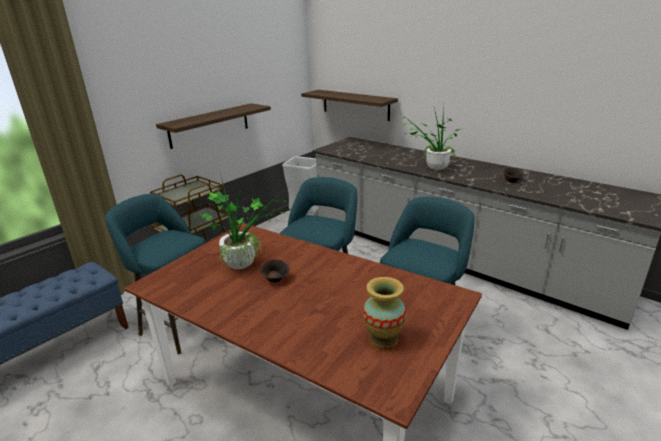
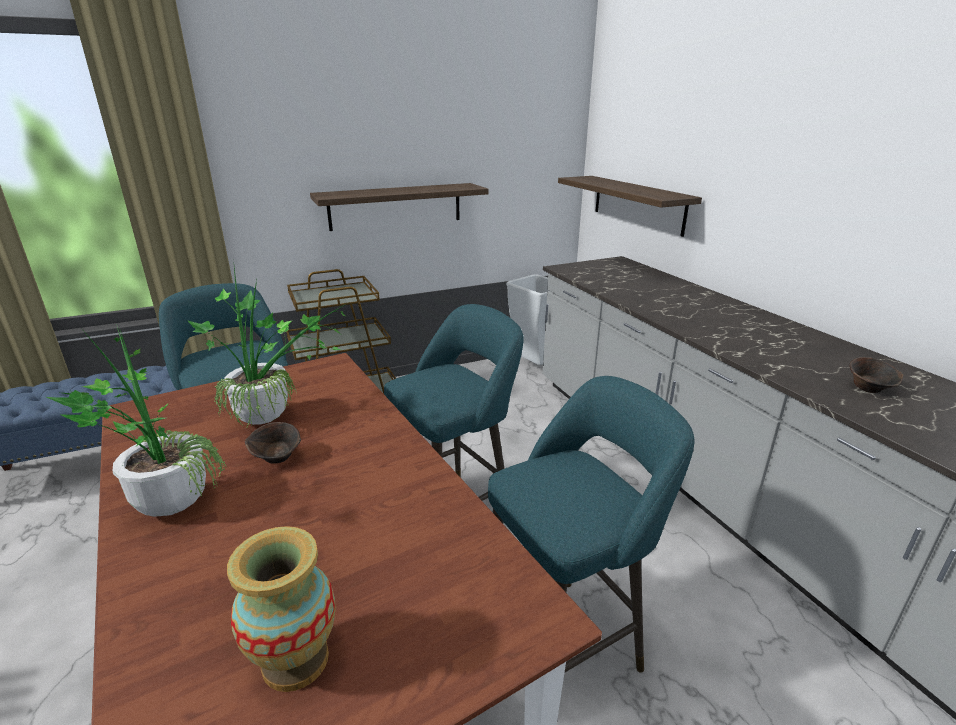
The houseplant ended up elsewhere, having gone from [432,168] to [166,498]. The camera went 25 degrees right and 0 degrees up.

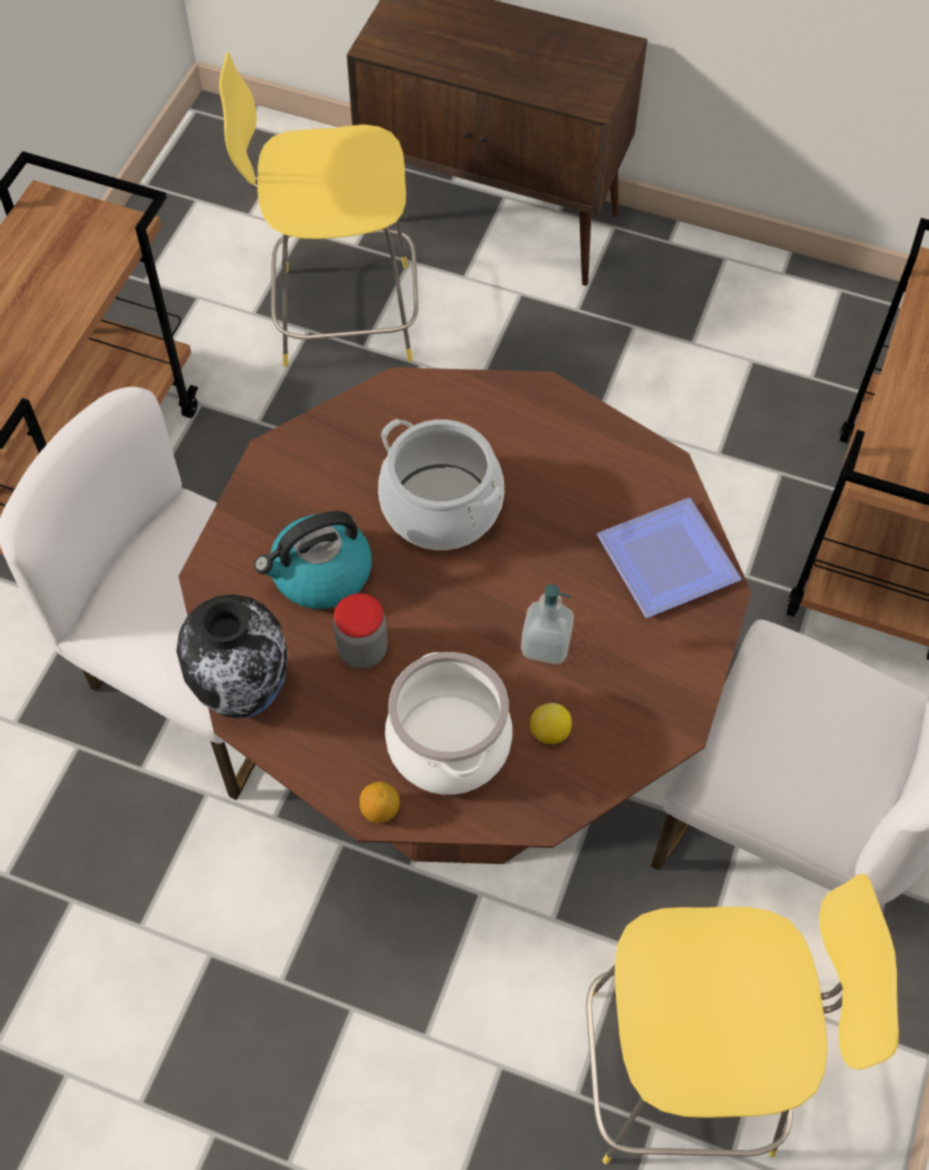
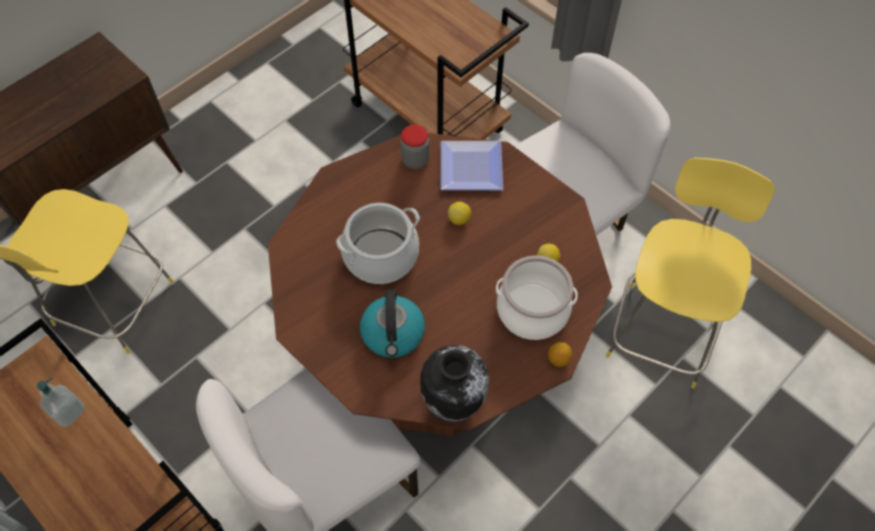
The soap bottle ended up elsewhere, having gone from [545,644] to [68,411]. The jar ended up elsewhere, having gone from [362,650] to [415,160]. The second view gained the lemon at [459,219]. The camera went 65 degrees left and 0 degrees up.

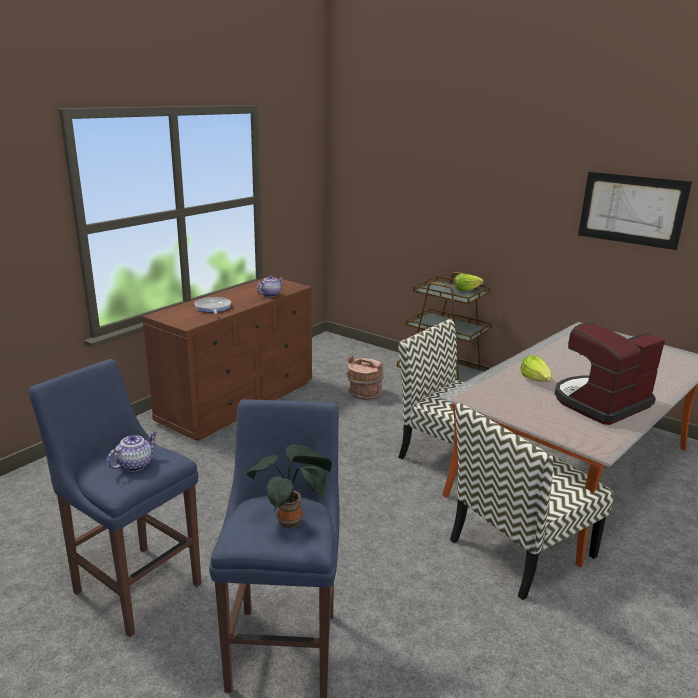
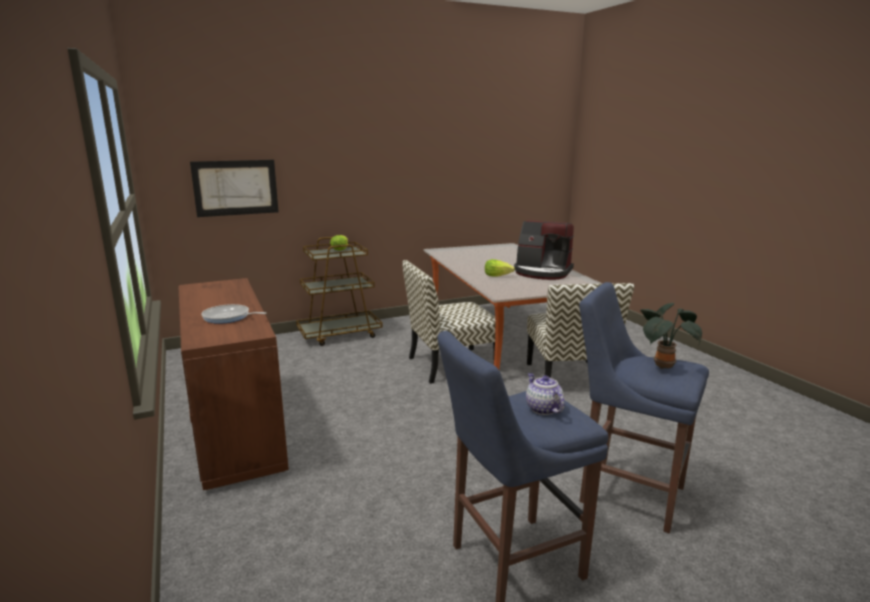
The wall picture ended up elsewhere, having gone from [631,209] to [236,187]. The second view lost the tea pot at [270,295]. The coffee machine at [600,403] ended up facing another way, 60 degrees counterclockwise from before. The second view lost the brown-coloured water bucket at [364,393]. The camera went 60 degrees left and 5 degrees down.

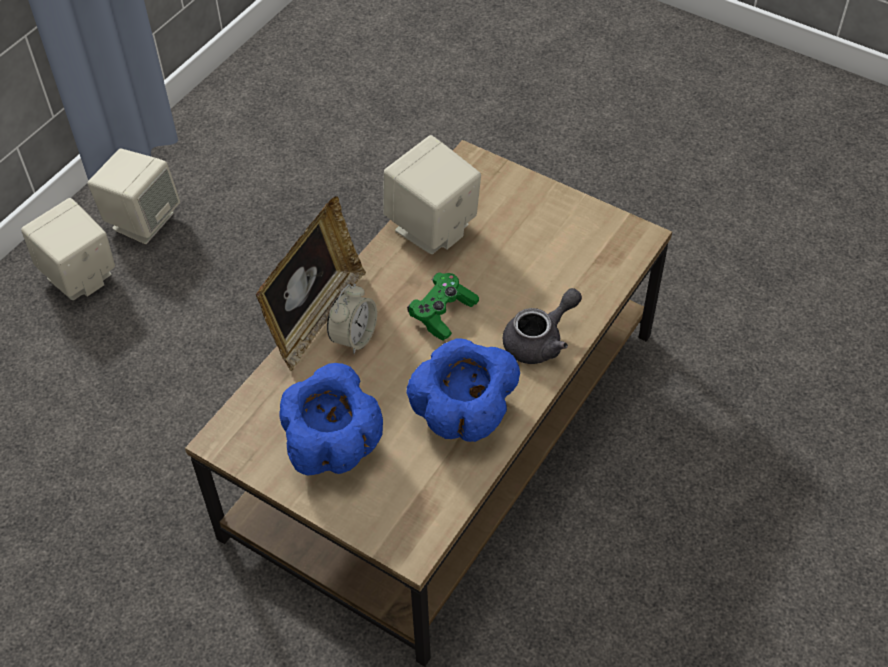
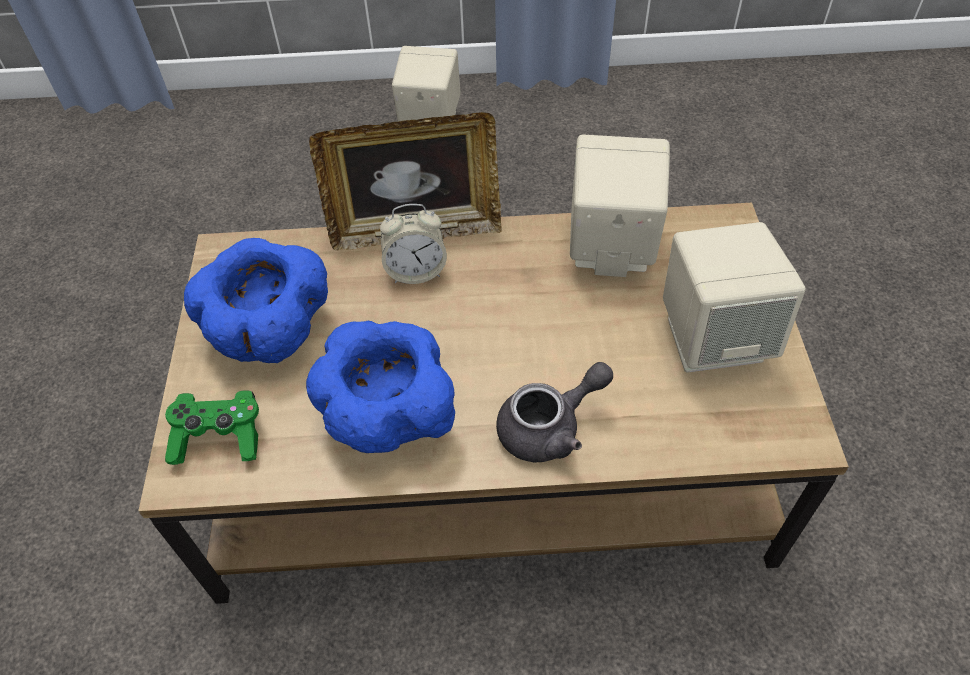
The sand-coloured loudspeaker ended up elsewhere, having gone from [142,221] to [714,338]. The green game controller ended up elsewhere, having gone from [442,313] to [219,437]. The greyish tea pot at [540,340] ended up facing another way, 45 degrees counterclockwise from before. The camera went 55 degrees right and 0 degrees up.

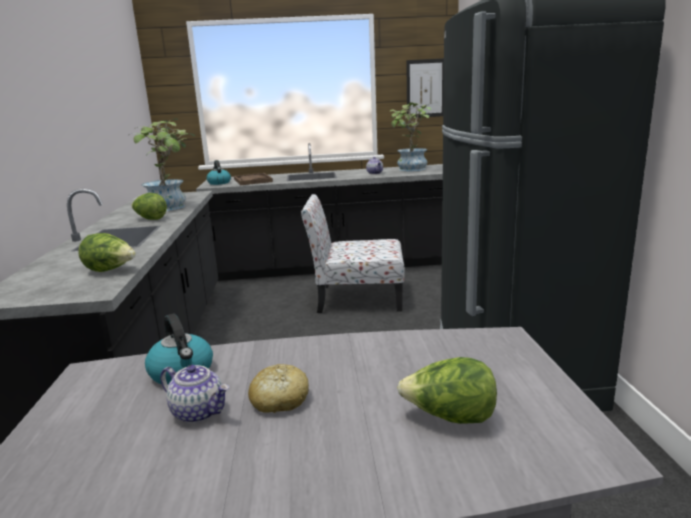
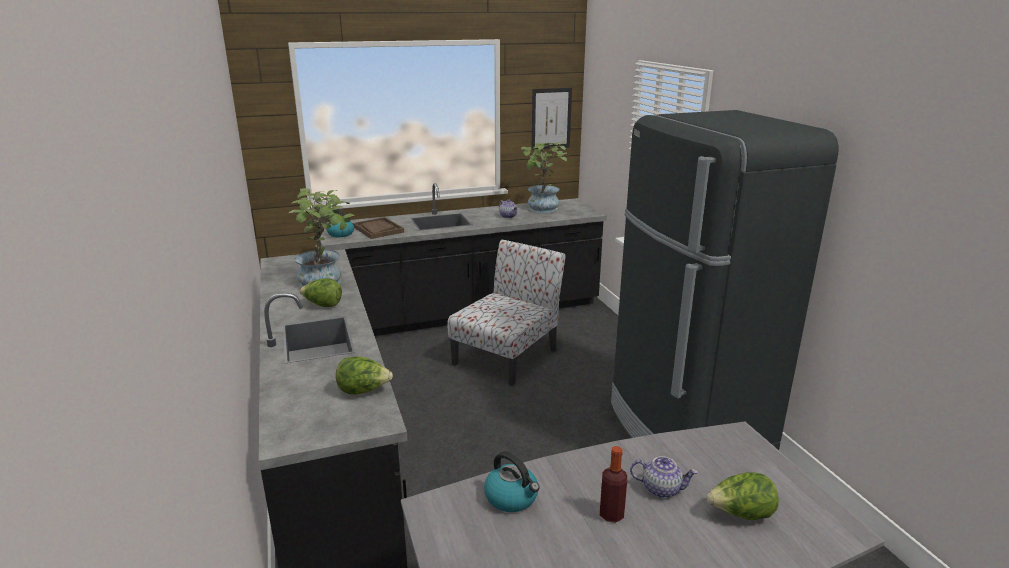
The chair at [357,298] ended up facing another way, 135 degrees clockwise from before. Where the baked bread stood at [279,400], the drink bottle came to stand at [611,514]. The tea pot ended up elsewhere, having gone from [199,412] to [661,488]. The camera went 15 degrees left and 5 degrees up.

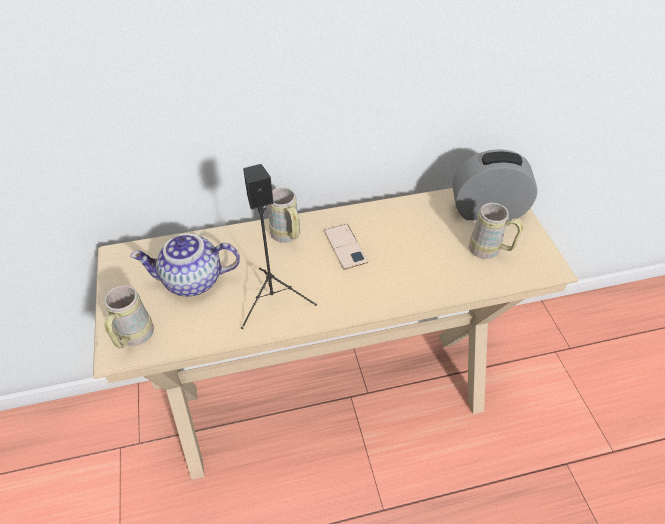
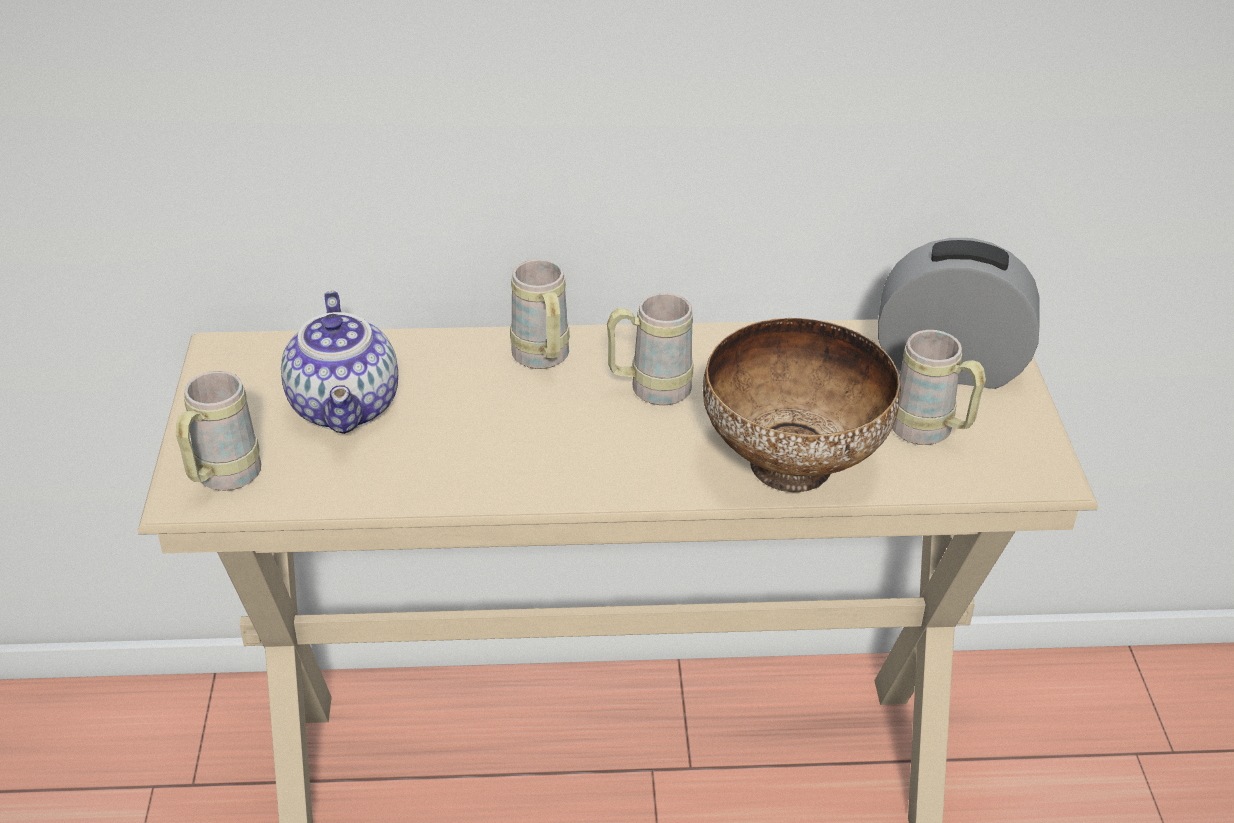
The second view lost the black-coloured loudspeaker at [273,299]. Where the phone stood at [345,246], the sand-coloured mug came to stand at [648,390]. The tea pot at [192,281] ended up facing another way, 105 degrees counterclockwise from before. The second view gained the serving bowl at [794,465]. The camera went 10 degrees right and 10 degrees down.

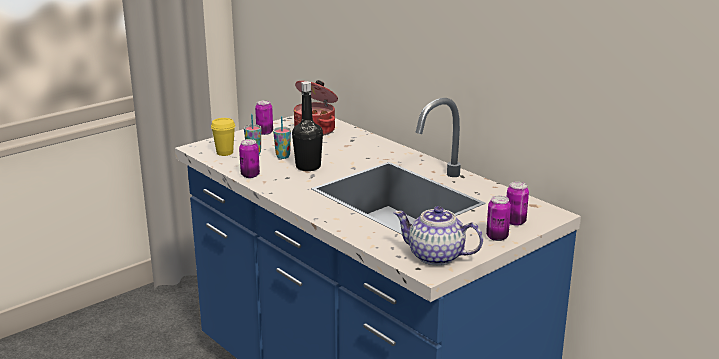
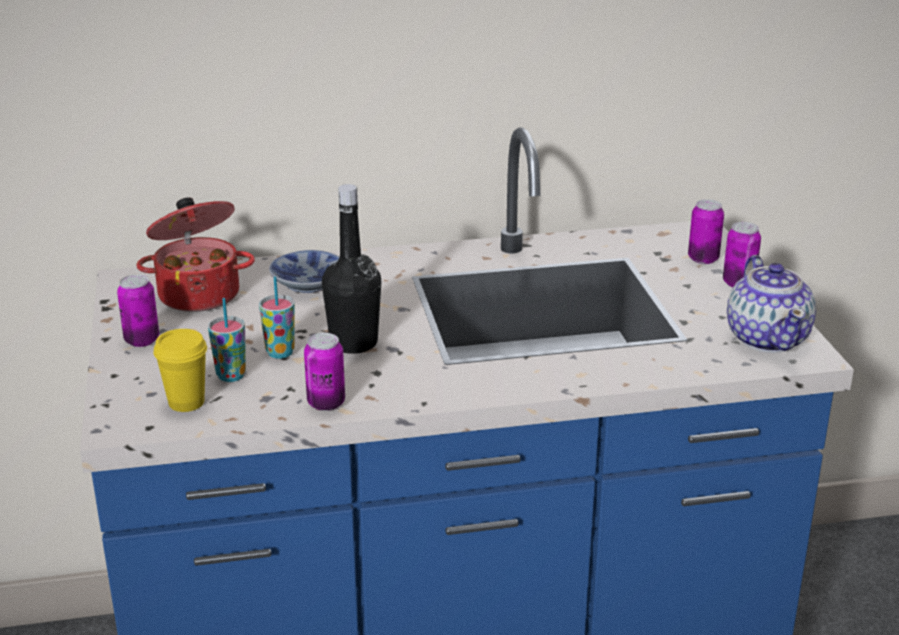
The tea pot at [436,257] ended up facing another way, 60 degrees counterclockwise from before. The second view gained the serving bowl at [307,284]. The camera went 60 degrees left and 5 degrees up.

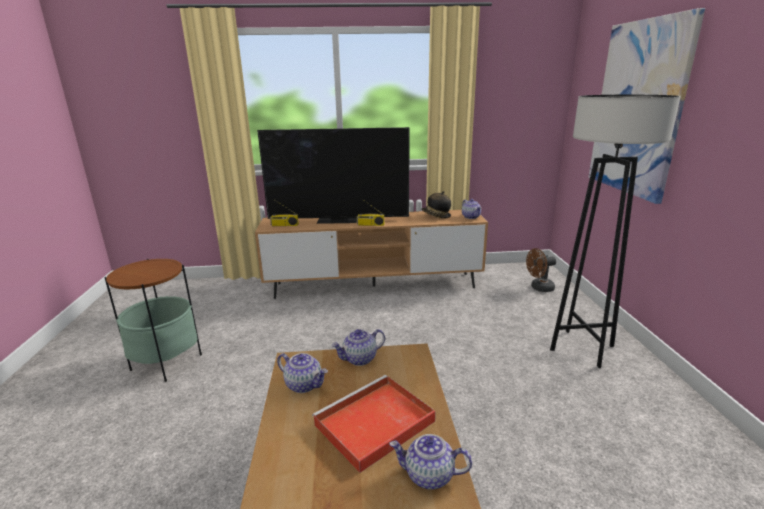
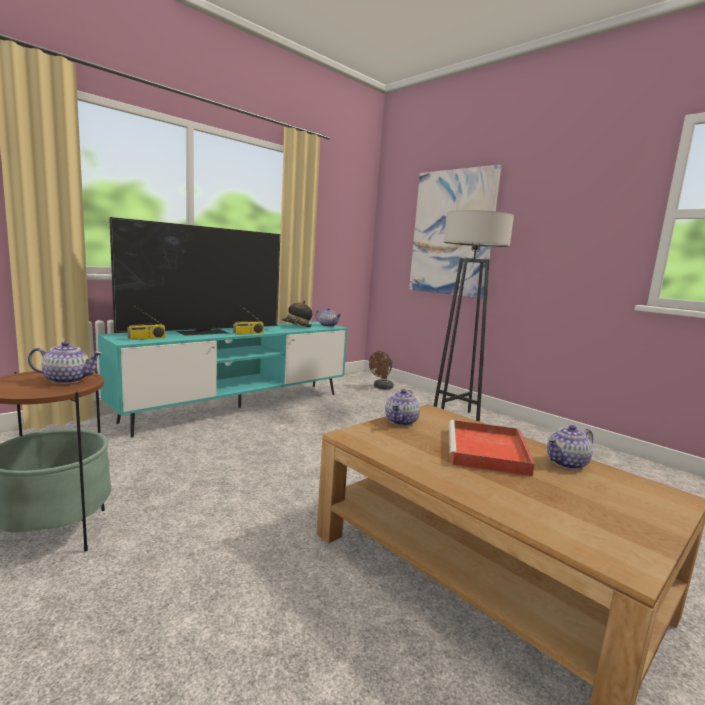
What was the brown-coloured tv stand at [373,286] turned into the turquoise-coloured tv stand at [239,407]. The tea pot ended up elsewhere, having gone from [304,385] to [68,380]. The camera went 40 degrees left and 10 degrees down.

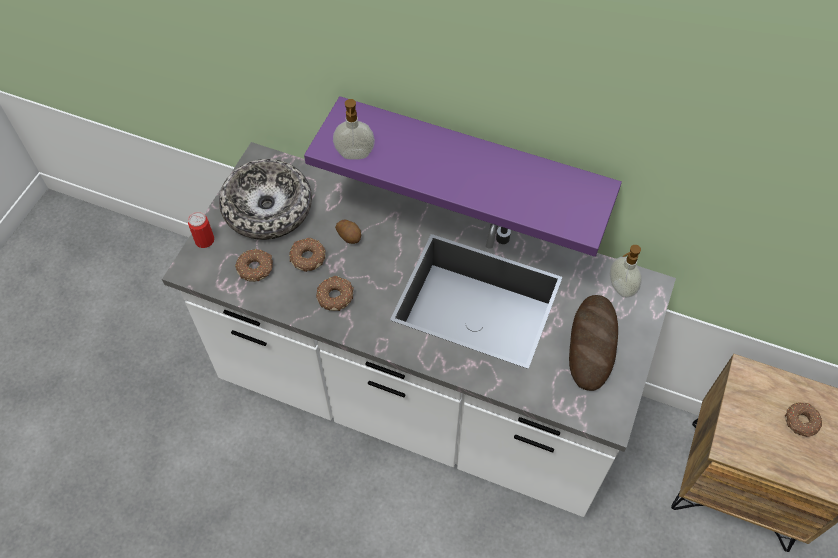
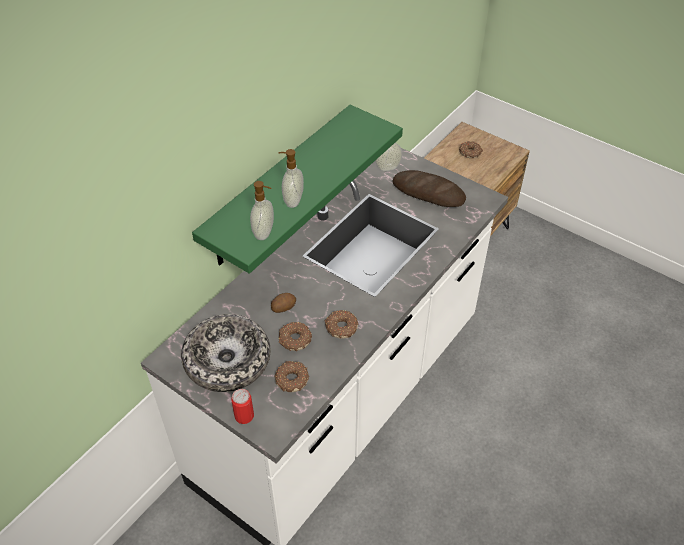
What was the purple bracket shelf at [474,162] turned into the green bracket shelf at [279,187]. The second view gained the soap bottle at [292,200]. The camera went 75 degrees left and 10 degrees down.

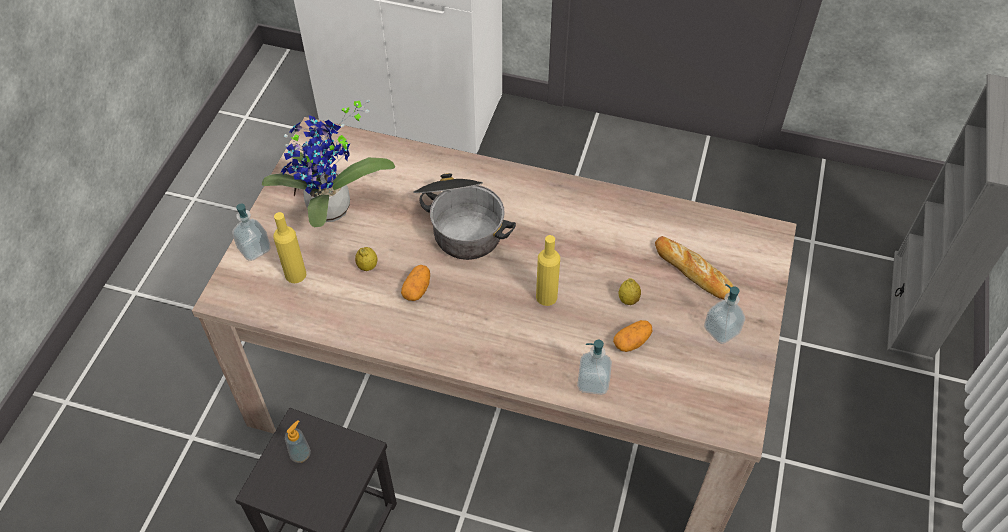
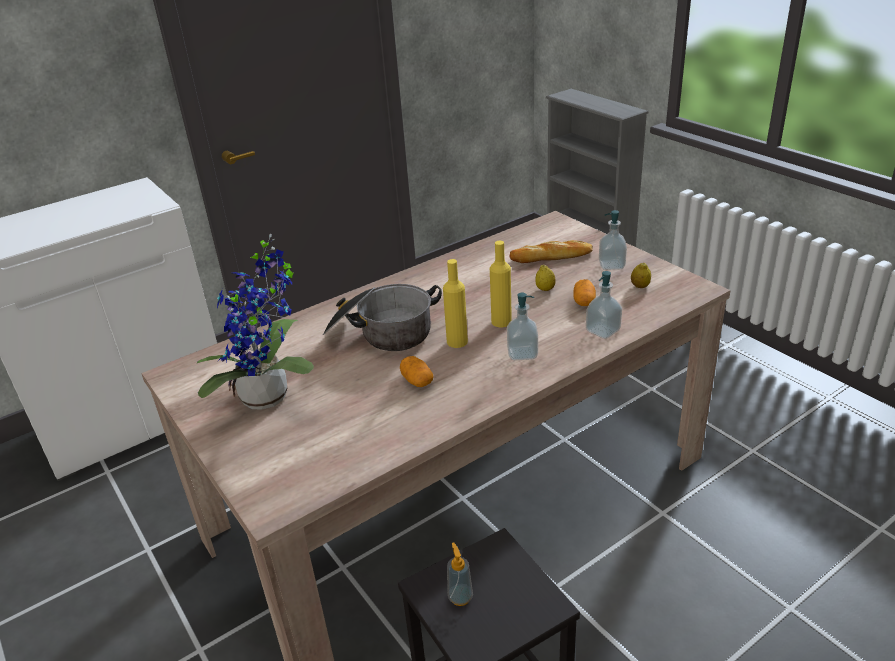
The soap bottle ended up elsewhere, having gone from [254,249] to [522,353]. The yellowish drink bottle ended up elsewhere, having gone from [295,274] to [457,341]. The lemon ended up elsewhere, having gone from [367,266] to [640,286]. The camera went 50 degrees left and 20 degrees down.

